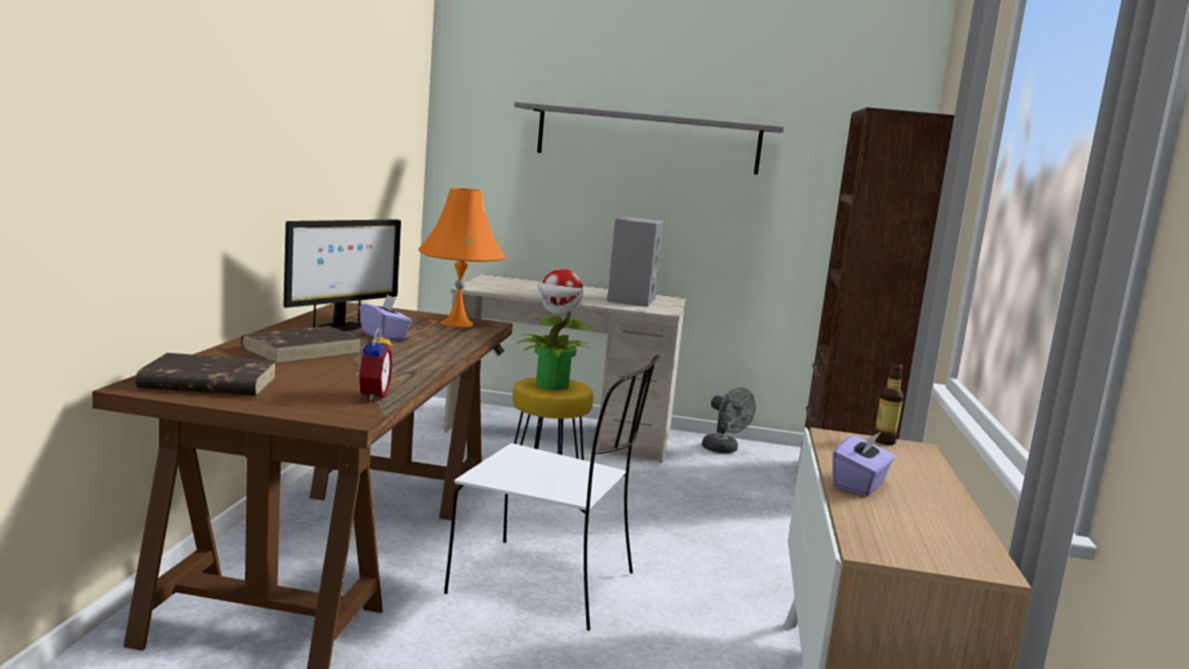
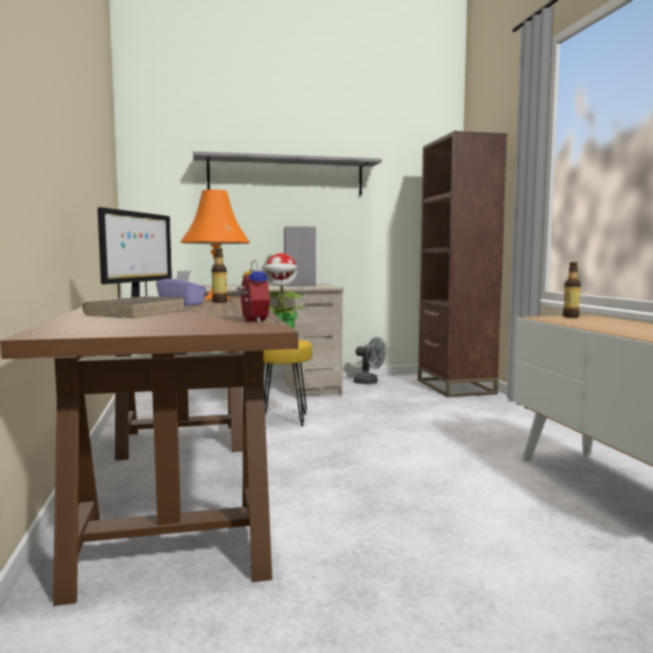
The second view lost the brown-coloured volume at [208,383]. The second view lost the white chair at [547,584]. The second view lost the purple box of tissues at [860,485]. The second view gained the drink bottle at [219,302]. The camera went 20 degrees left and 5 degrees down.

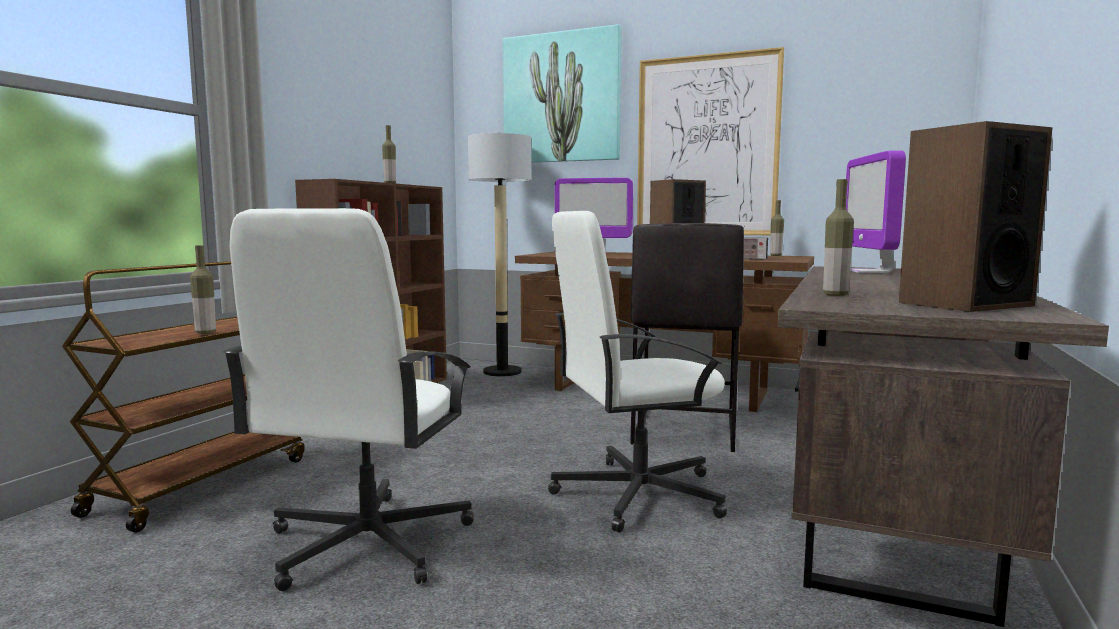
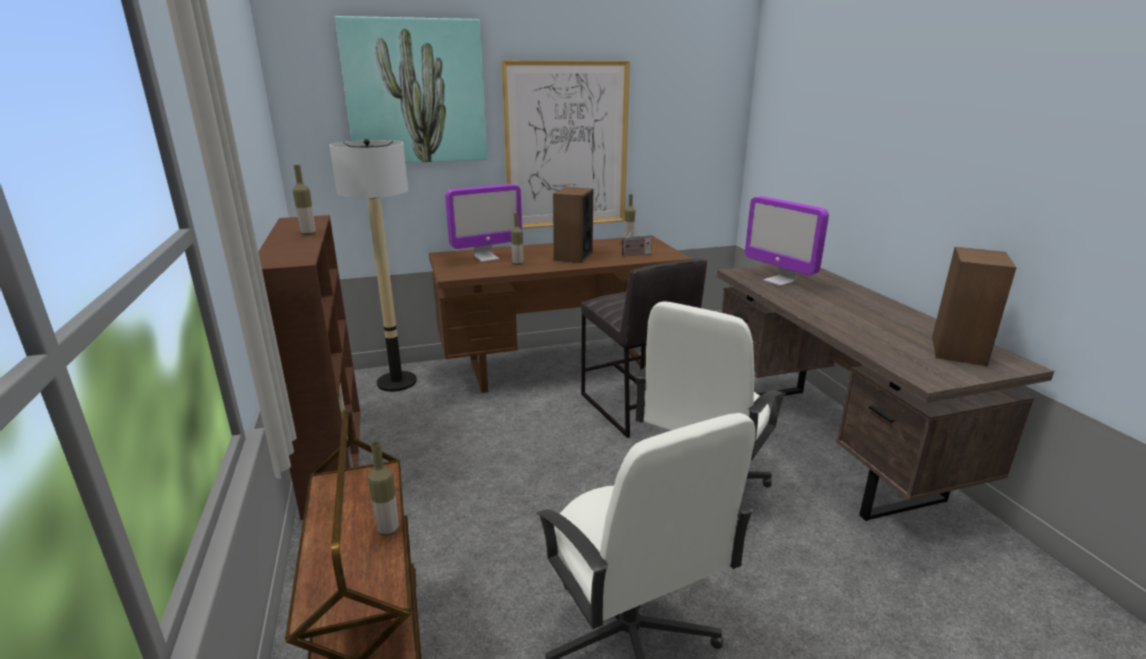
The drink bottle ended up elsewhere, having gone from [835,295] to [517,263]. The camera went 40 degrees left and 15 degrees up.

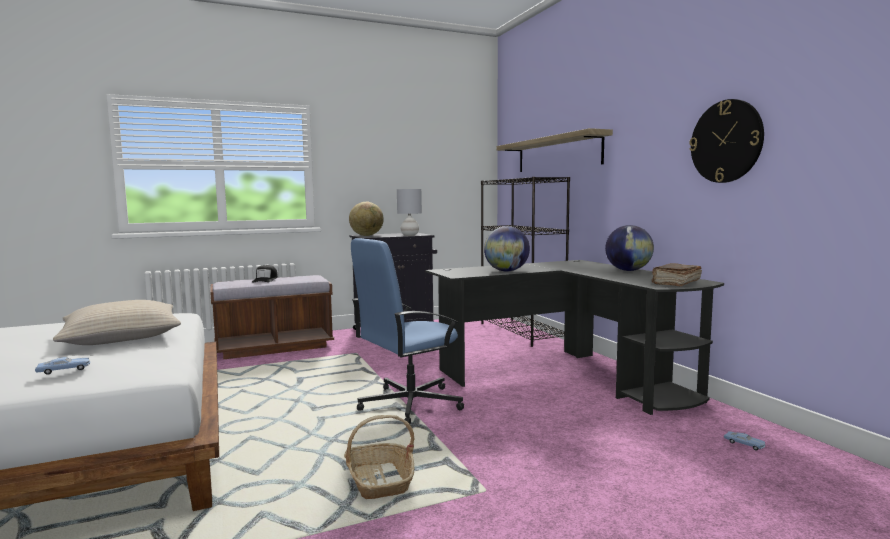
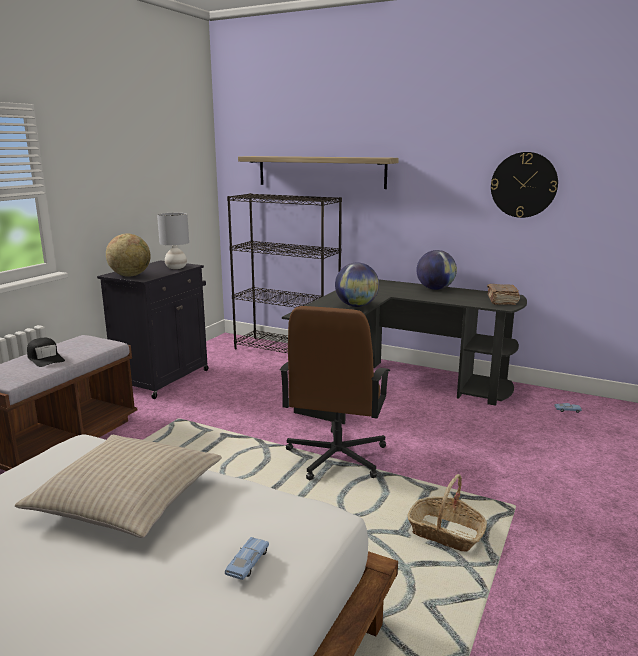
What was the bluish computer chair at [409,404] turned into the brown-coloured computer chair at [336,457]. The camera went 40 degrees left and 10 degrees up.

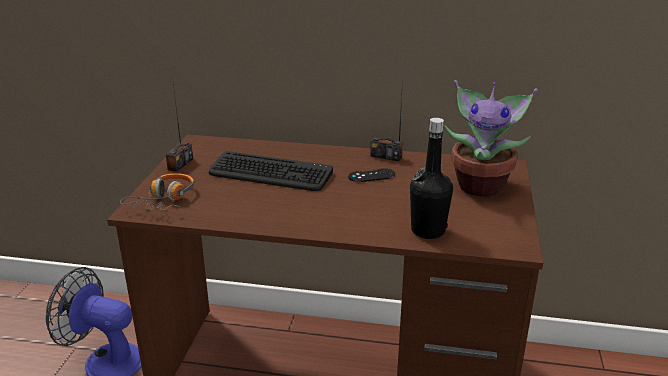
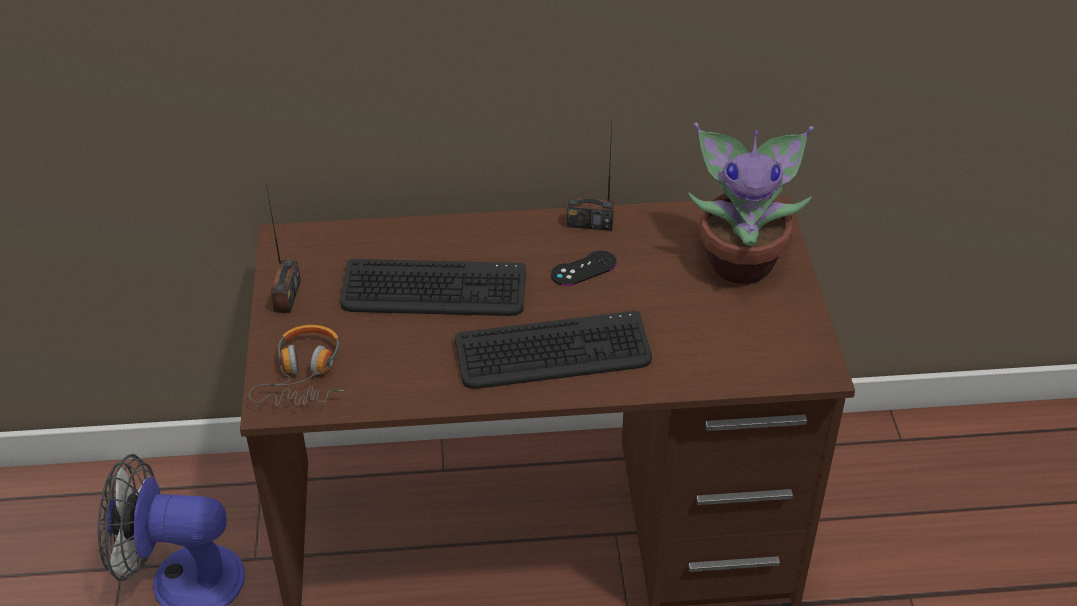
The second view lost the black-coloured drink bottle at [428,231]. The second view gained the PC keyboard at [553,353]. The camera went 15 degrees left and 15 degrees up.

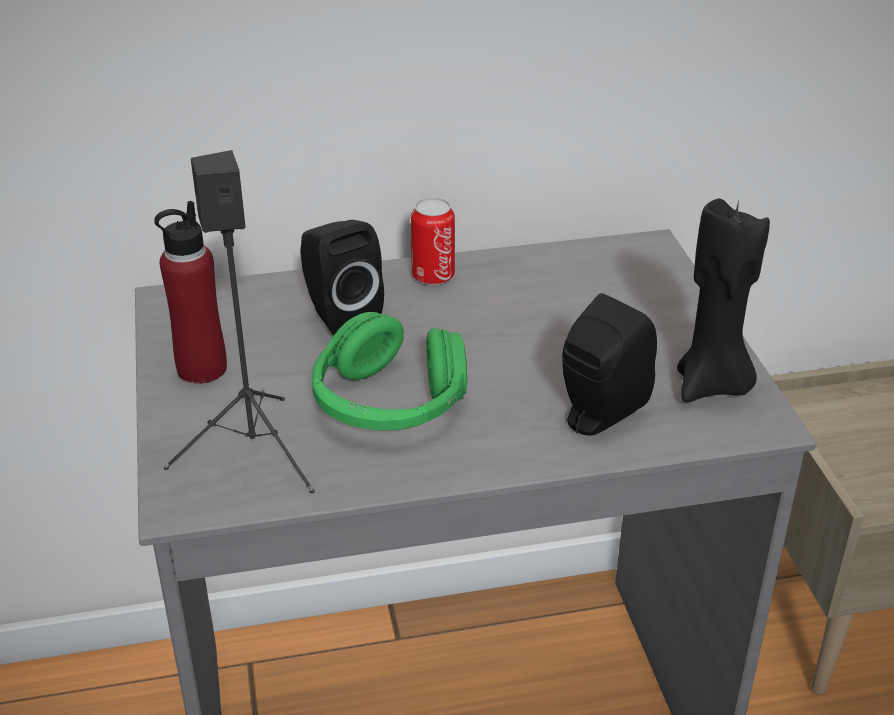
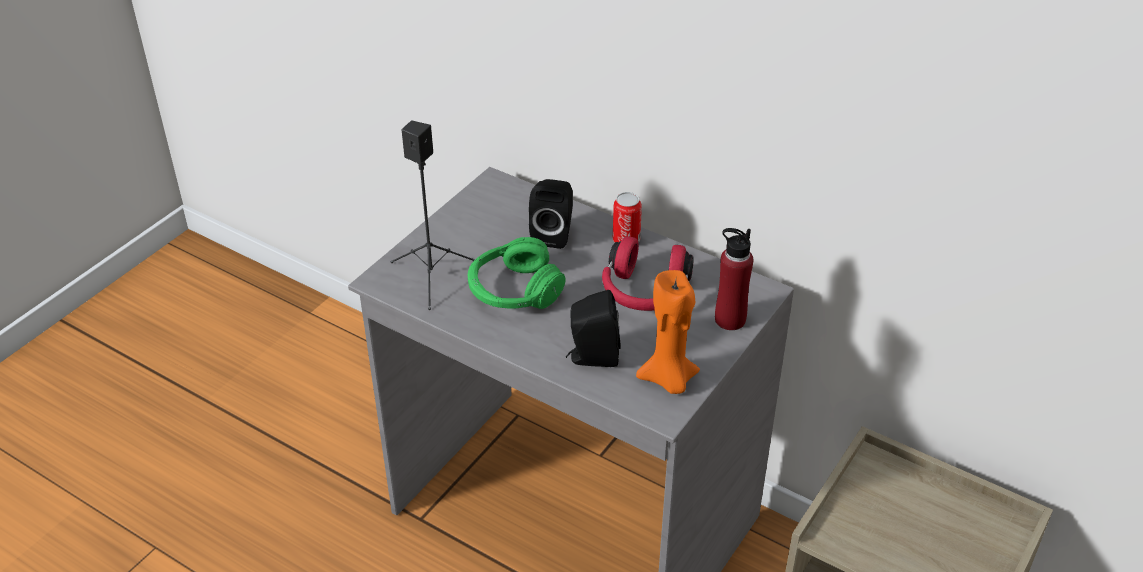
What was the black-coloured wax light at [712,385] turned into the orangey wax light at [669,380]. The red-coloured drink bottle ended up elsewhere, having gone from [201,369] to [730,319]. The second view gained the red-coloured pair of headphones at [645,293]. The camera went 45 degrees right and 5 degrees up.

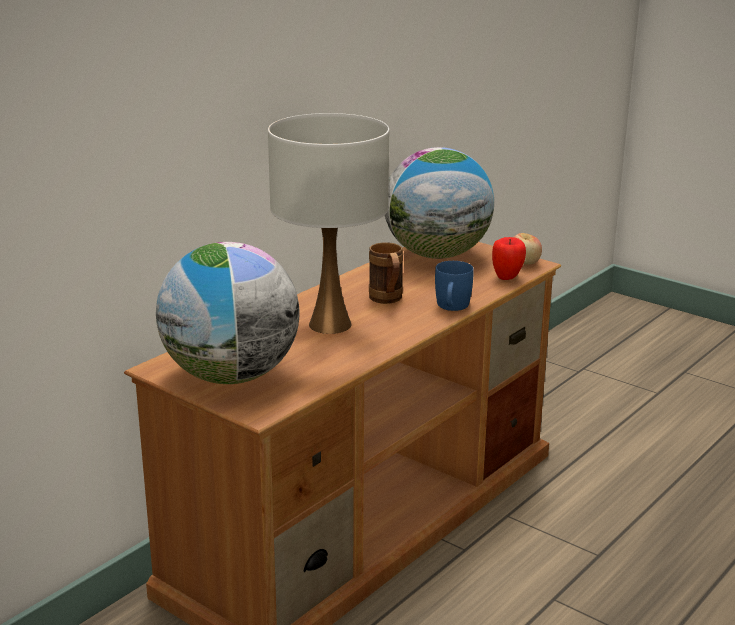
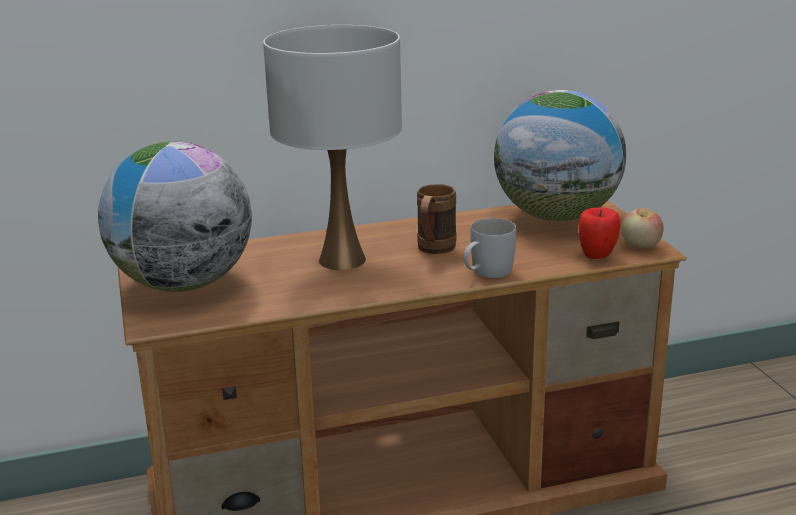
What was the bluish mug at [451,307] turned into the white mug at [486,273]. The camera went 35 degrees right and 0 degrees up.

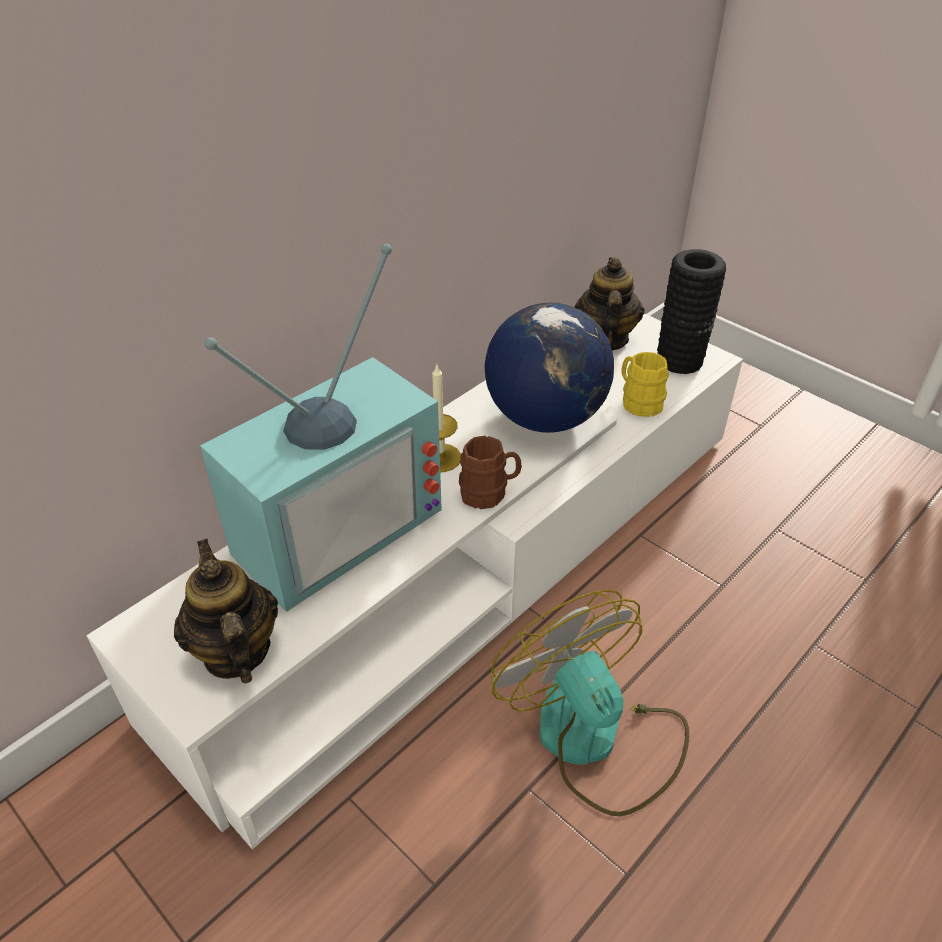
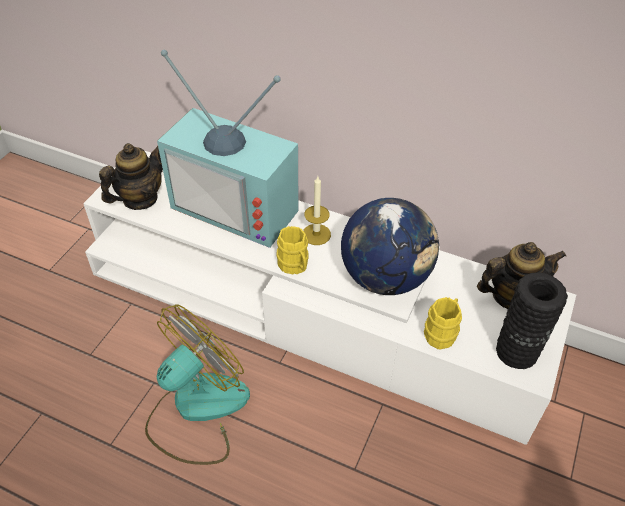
What was the brown-coloured mug at [489,492] turned into the yellowish mug at [295,266]. The camera went 70 degrees right and 5 degrees up.

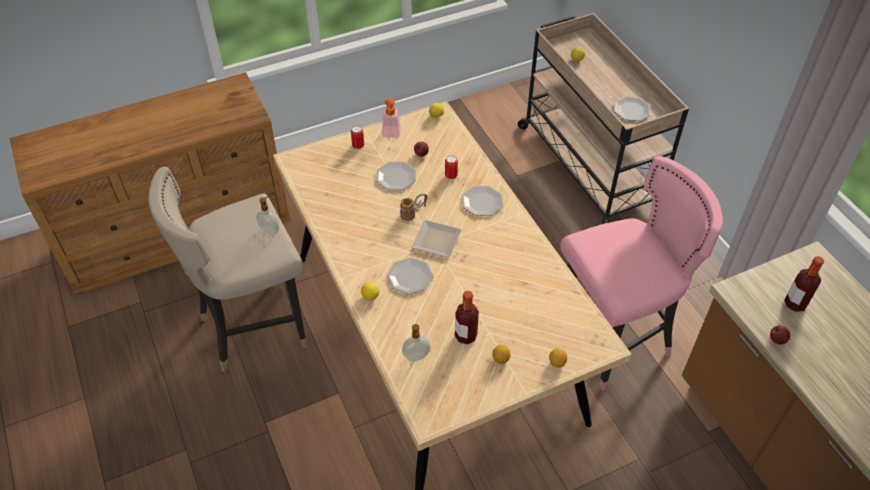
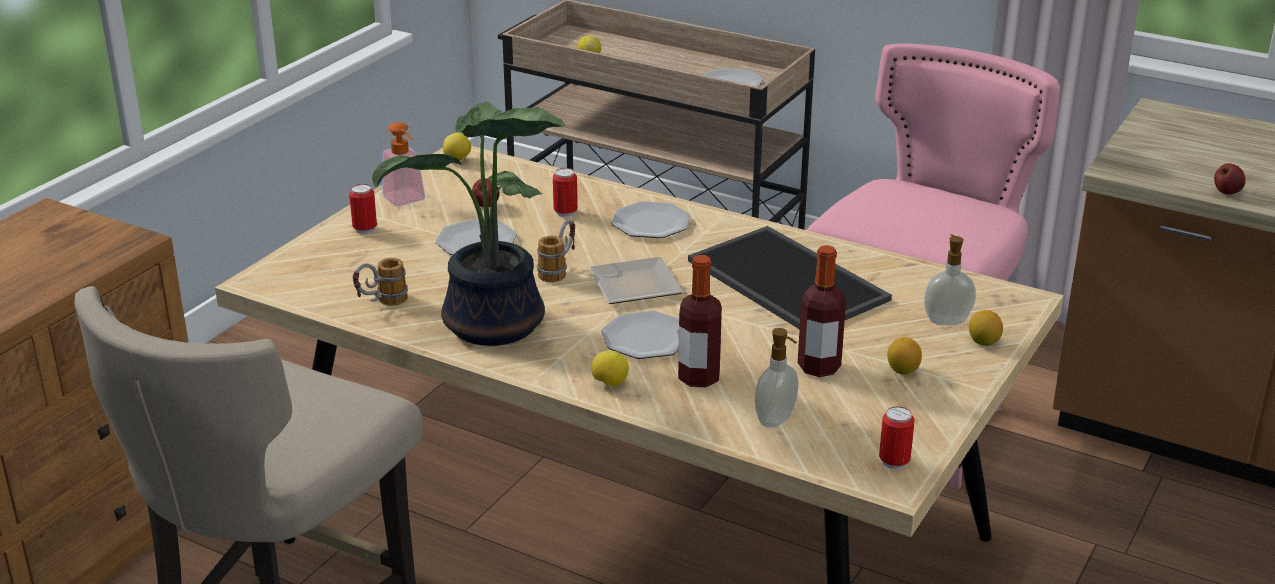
The soap bottle ended up elsewhere, having gone from [270,230] to [946,320]. The drink bottle ended up elsewhere, having gone from [795,304] to [698,378]. The second view gained the houseplant at [492,328]. The second view gained the serving tray at [790,280]. The second view gained the mug at [381,303]. The second view gained the can at [894,462]. The camera went 35 degrees left and 20 degrees down.

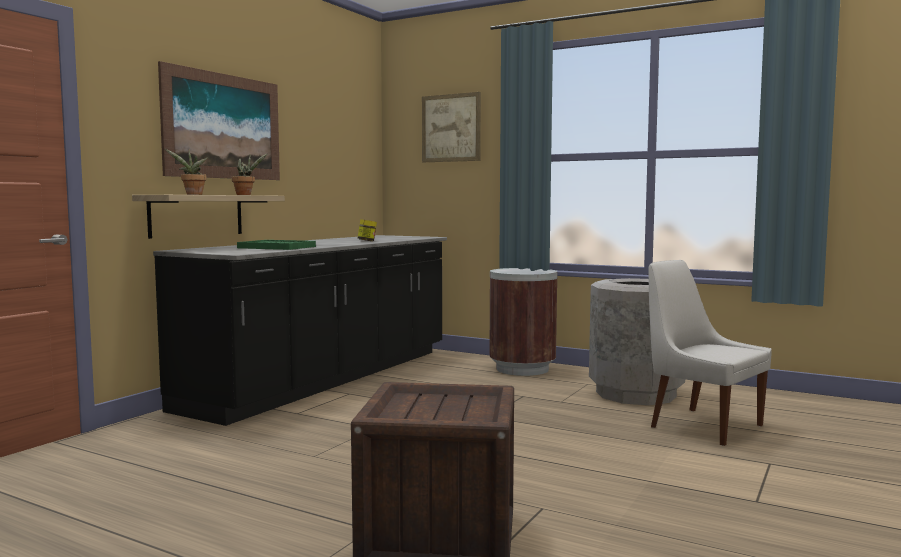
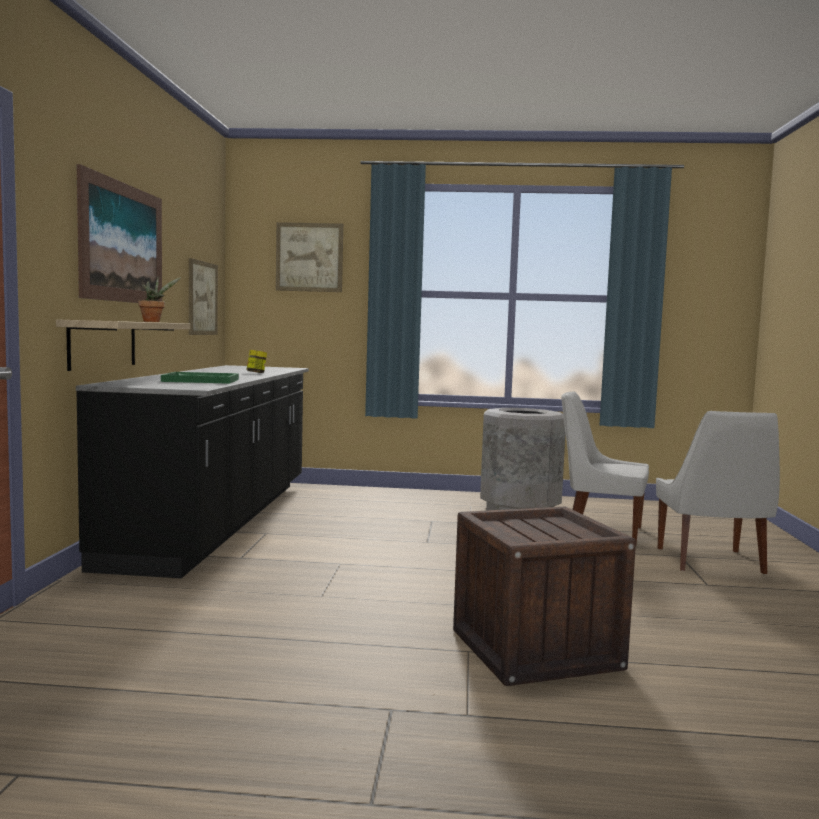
The second view lost the houseplant at [192,194]. The second view lost the brown-coloured rubbish bin at [522,369]. The second view gained the wall picture at [202,298]. The second view gained the white chair at [711,562]. The camera went 25 degrees left and 0 degrees up.

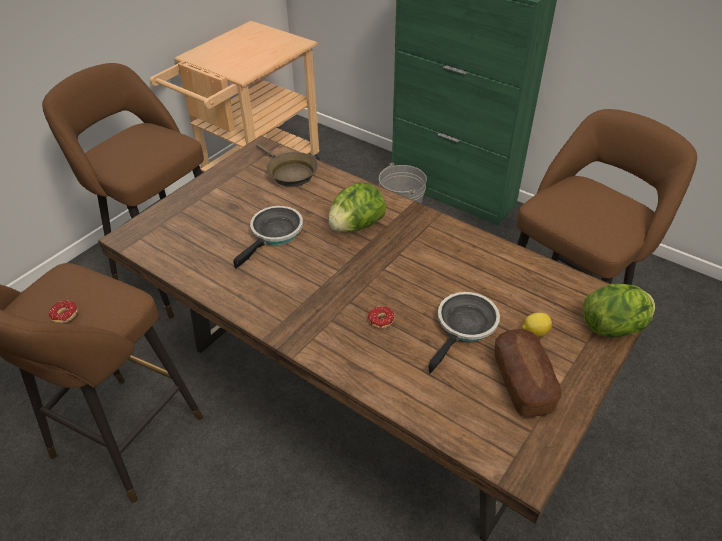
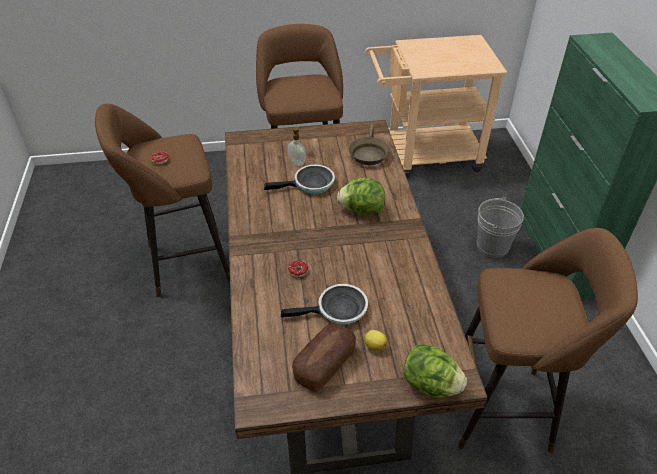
The second view gained the soap bottle at [297,162]. The camera went 45 degrees right and 0 degrees up.

